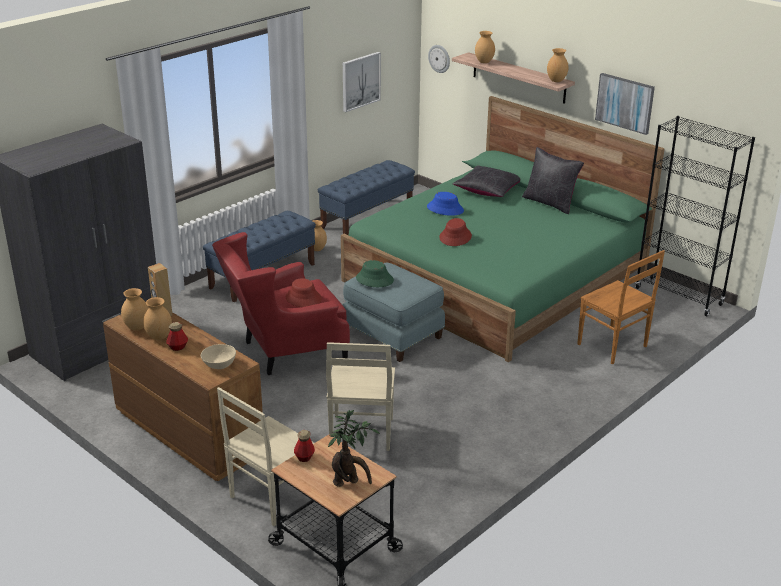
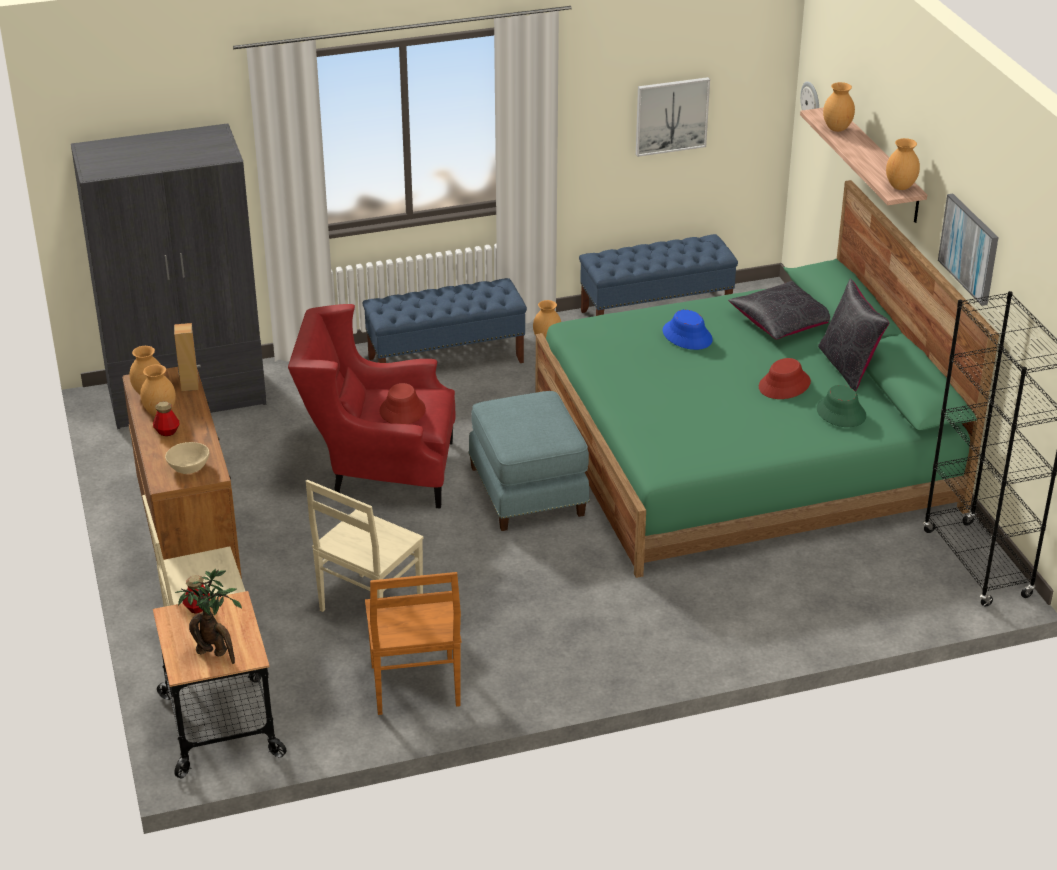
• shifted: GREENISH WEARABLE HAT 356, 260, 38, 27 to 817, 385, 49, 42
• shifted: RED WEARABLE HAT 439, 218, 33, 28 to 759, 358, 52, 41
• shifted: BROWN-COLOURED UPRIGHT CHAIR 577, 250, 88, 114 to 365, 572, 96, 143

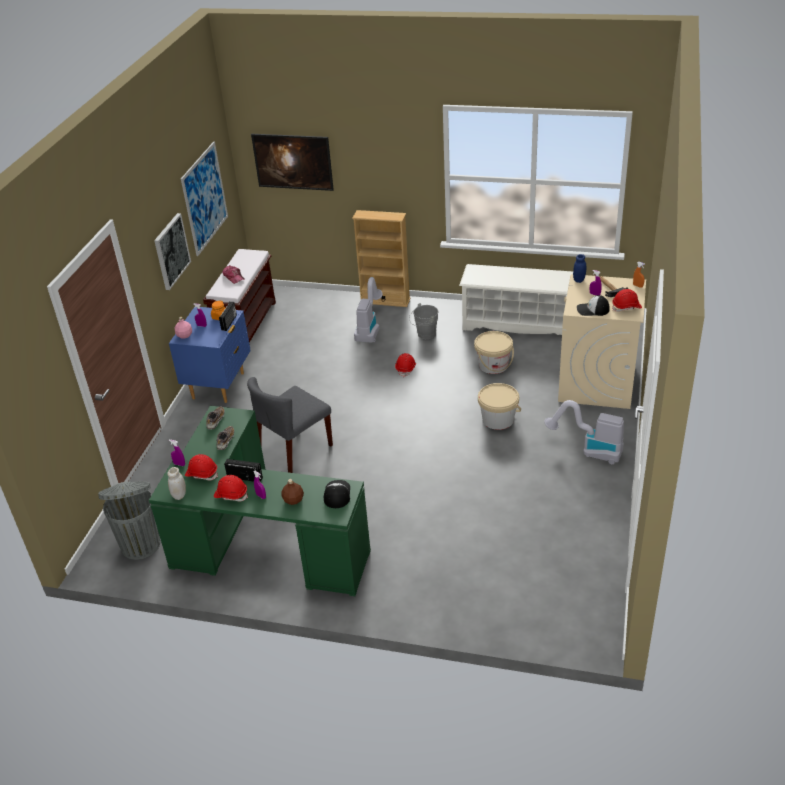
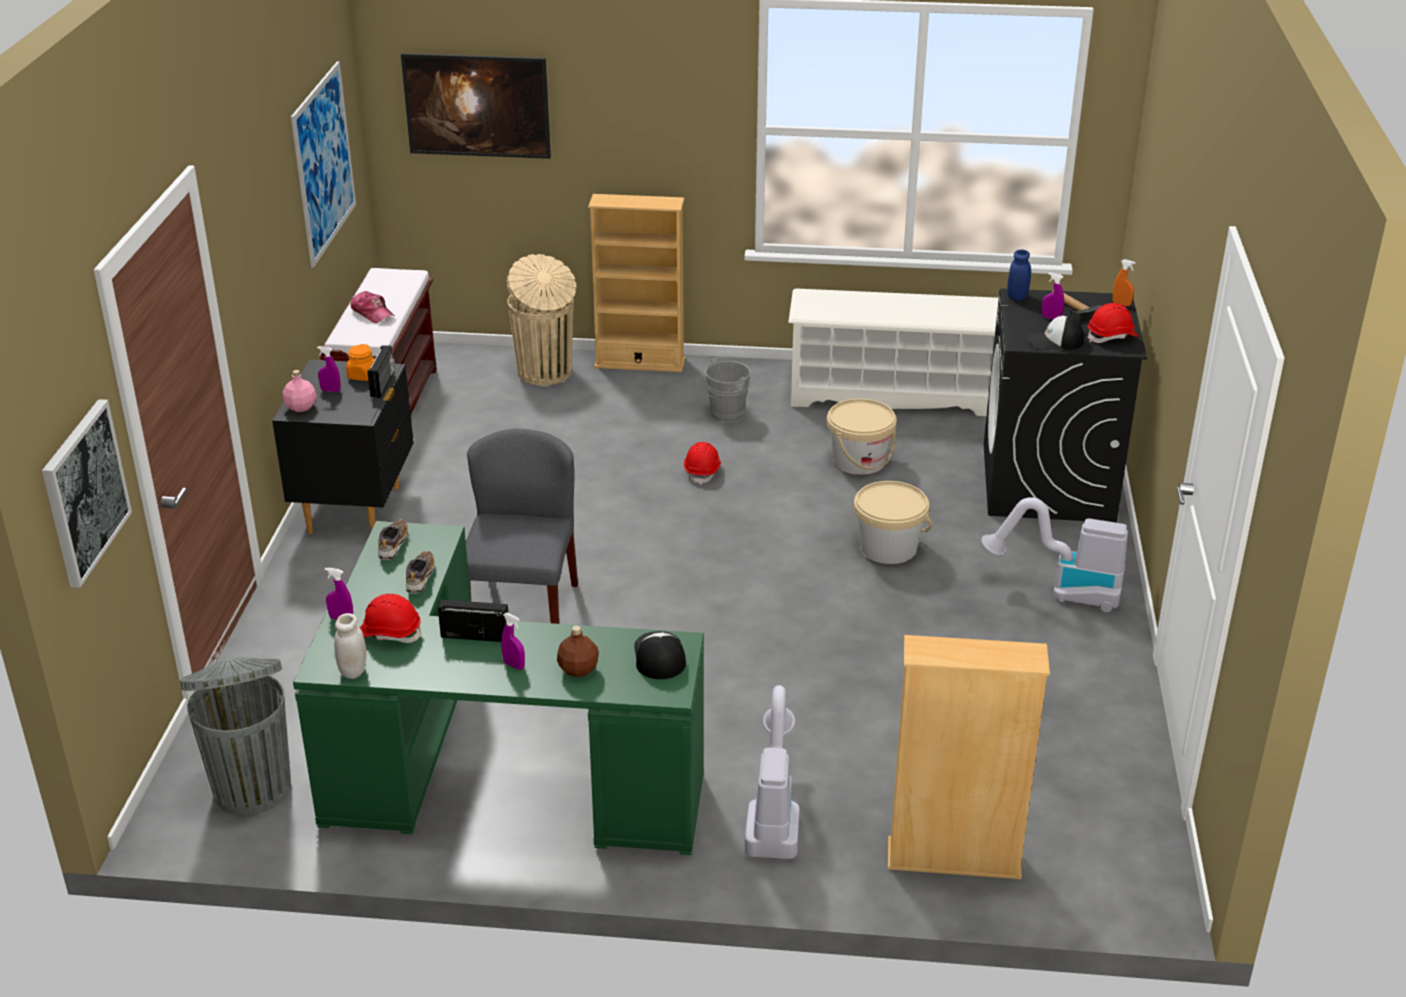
• gone: RED HARD HAT 214, 475, 34, 27
• new: BEIGE-COLOURED RUBBISH BIN 507, 254, 69, 131
• new: BEIGE-COLOURED SHELVING UNIT 888, 635, 162, 244
• shifted: WALL PICTURE 154, 213, 37, 77 to 42, 399, 90, 189
• shifted: VACUUM 354, 277, 29, 65 to 744, 685, 56, 174
• repainted: BLUE-COLOURED NIGHT TABLE 169, 307, 82, 96 to BLACK NIGHT TABLE 272, 360, 142, 174
• repainted: BEIGE-COLOURED LAUNDRY APPLIANCE 558, 274, 88, 135 to BLACK LAUNDRY APPLIANCE 984, 288, 163, 235
• rotated: GREYISH UPRIGHT CHAIR 247, 377, 86, 96 = 466, 429, 112, 195 150 degrees clockwise

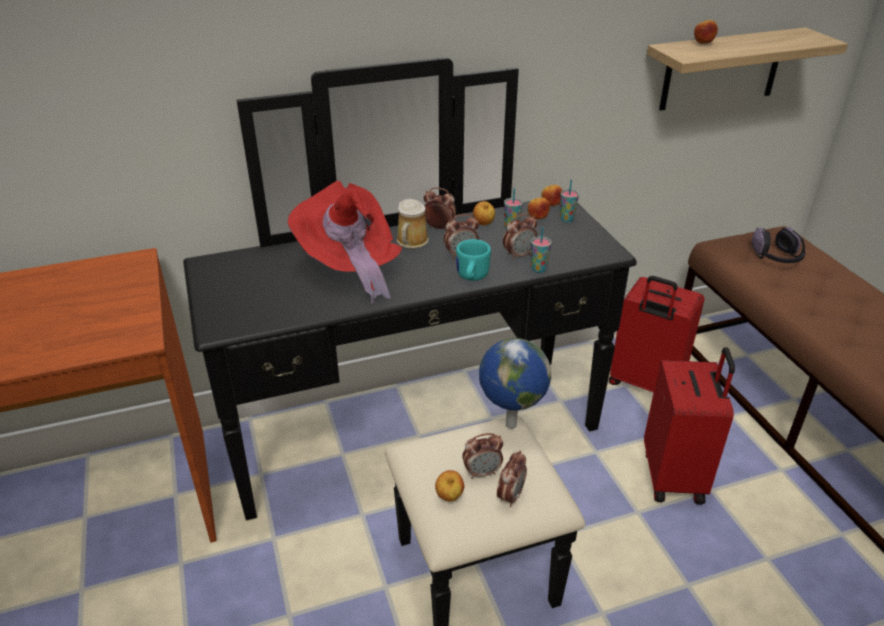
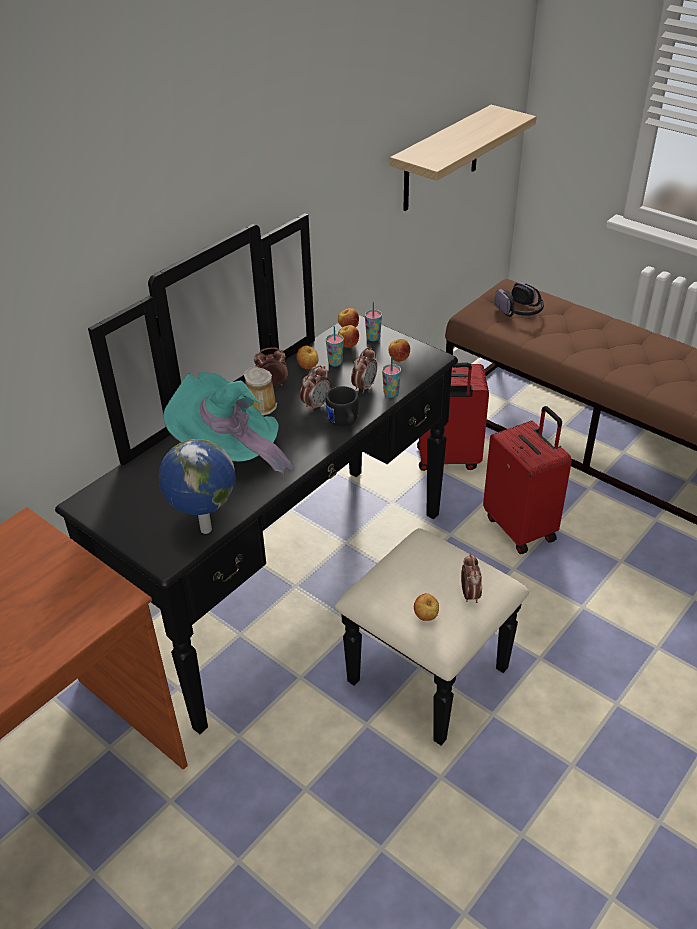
• gone: TABLE CLOCK 462, 433, 41, 46
• shifted: DESK GLOBE 479, 338, 72, 91 to 159, 439, 77, 95
• shifted: APPLE FRUIT 694, 20, 24, 24 to 388, 339, 22, 23
• repainted: RED WEARABLE HAT 288, 181, 114, 124 to TURQUOISE WEARABLE HAT 163, 372, 132, 109
• repainted: TURQUOISE TEA MUG 456, 239, 35, 42 to BLACK TEA MUG 325, 386, 34, 40

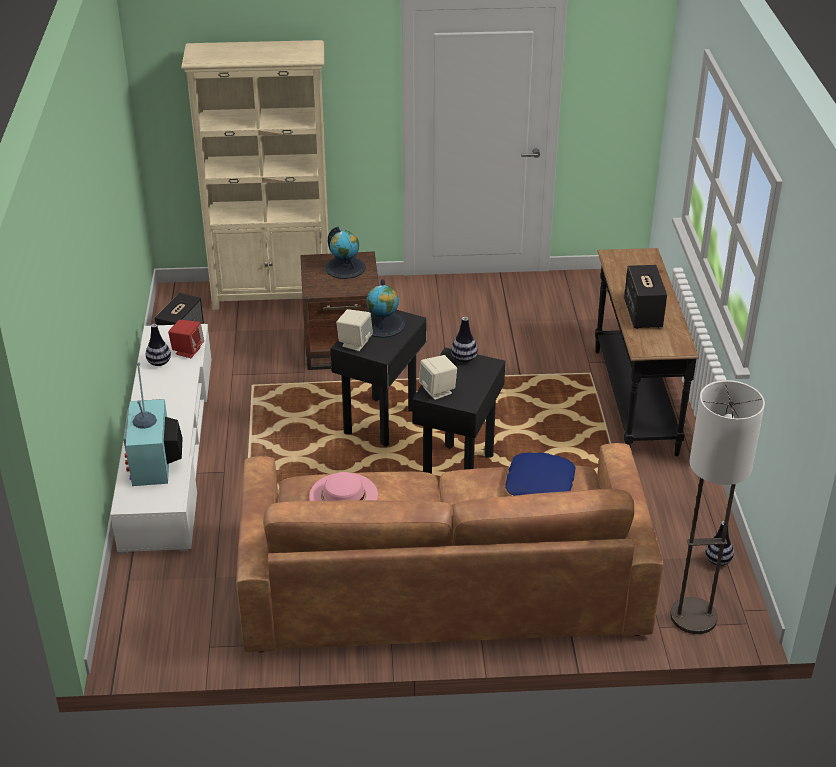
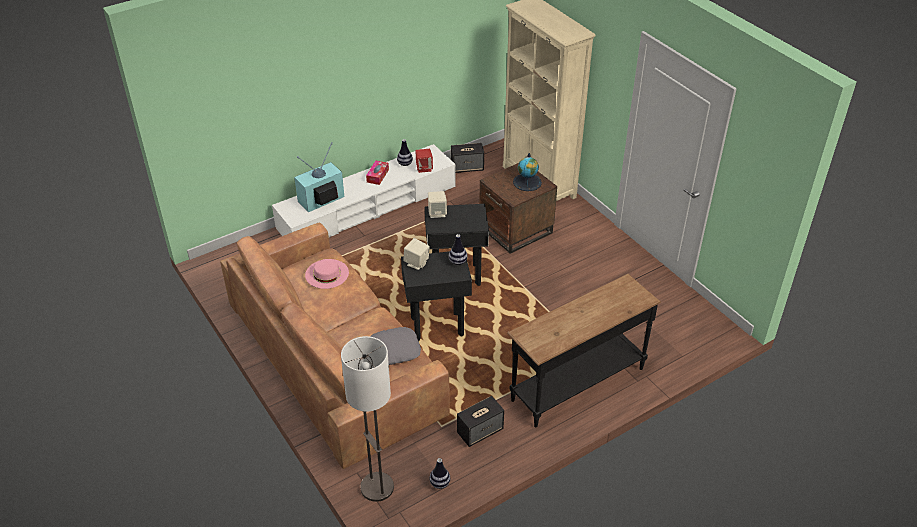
• gone: DESK GLOBE 367, 279, 38, 59
• new: TISSUE HOLDER 366, 161, 23, 24
• shifted: AUDIO SPEAKER 624, 265, 43, 64 to 457, 396, 47, 51
• repainted: BLUE-COLOURED PILLOW 505, 452, 71, 44 to GREYISH PILLOW 370, 327, 51, 38

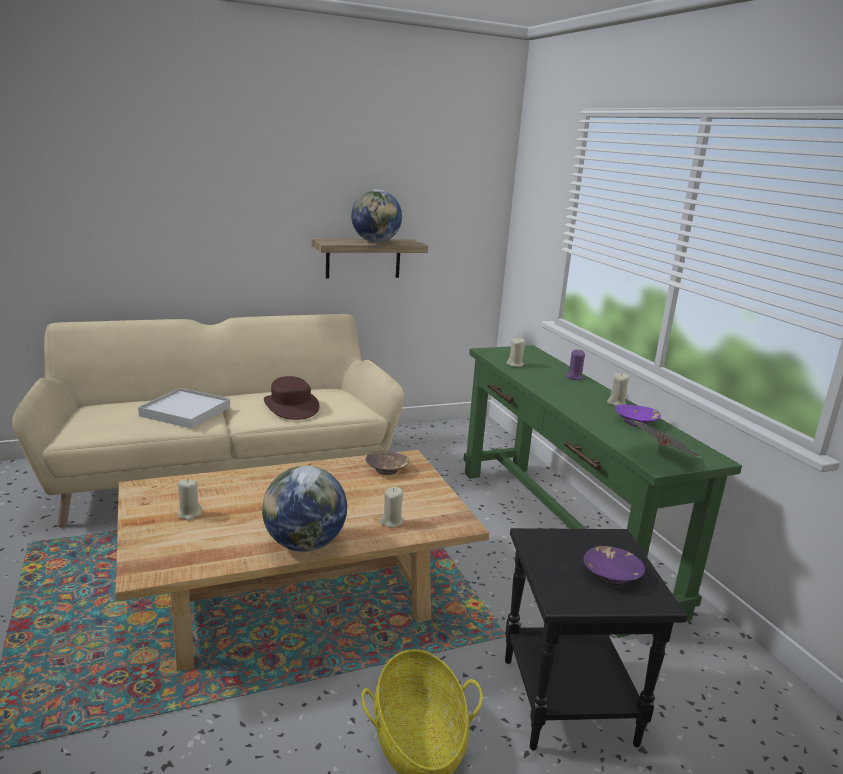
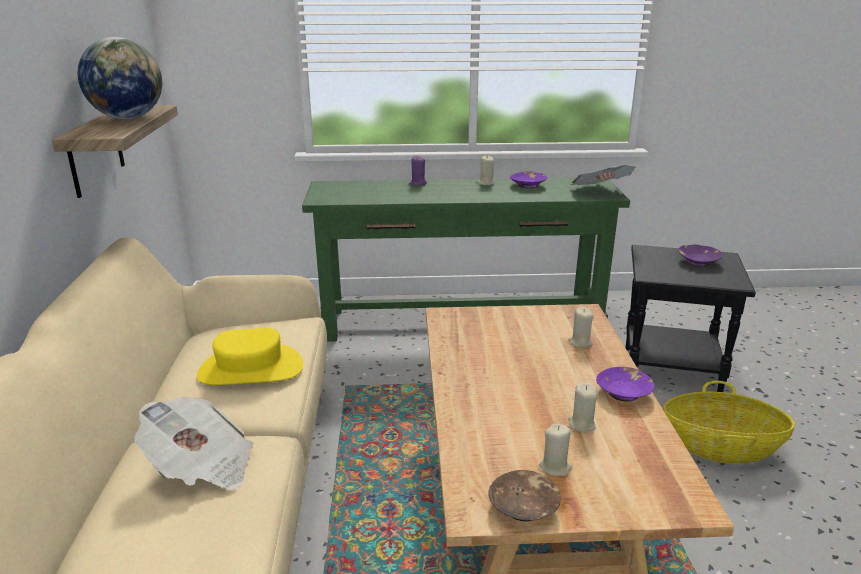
• shifted: BROWN-COLOURED SERVING BOWL 366, 451, 43, 24 to 489, 470, 72, 51
• shifted: BEIGE-COLOURED WAX LIGHT 507, 338, 18, 29 to 568, 383, 29, 50
• swapped: WHITISH CARRYING TRAY 138, 388, 92, 41 to PRINTED PAPER 134, 397, 119, 93
• swapped: DESK GLOBE 262, 466, 85, 86 to PURPLE SERVING BOWL 596, 367, 58, 35
• repainted: BROWN-COLOURED WEARABLE HAT 264, 376, 56, 44 to YELLOW-COLOURED WEARABLE HAT 197, 328, 107, 57

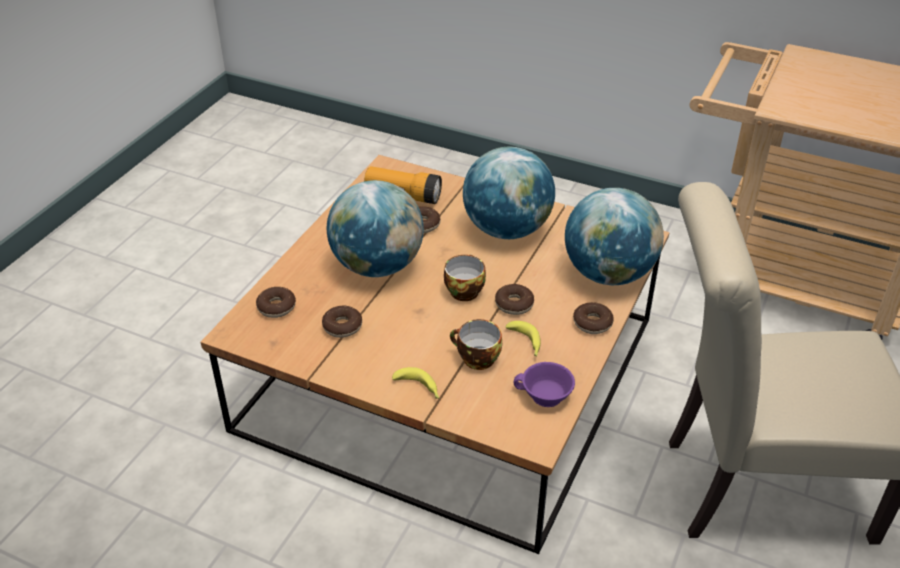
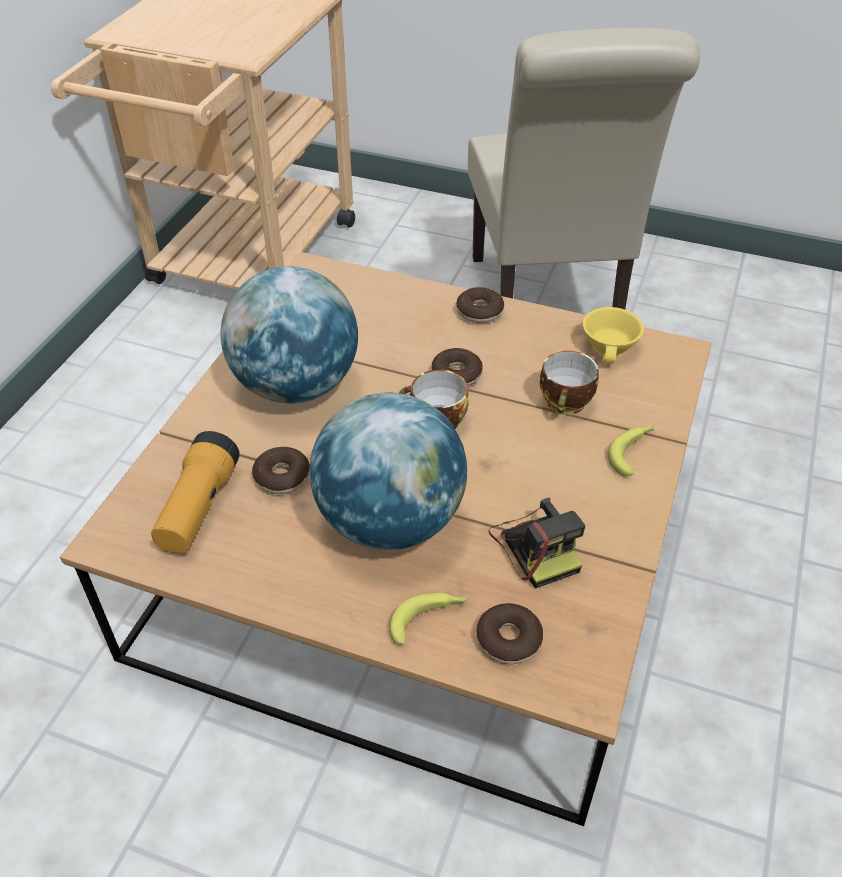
• gone: DESK GLOBE 565, 188, 99, 97
• shifted: WHOLE BANANA 506, 321, 35, 35 to 390, 592, 78, 53
• swapped: RING DOUGHNUT 322, 306, 40, 32 to STILL CAMERA 489, 498, 96, 91
• repainted: PURPLE CUP 513, 362, 62, 45 to YELLOW-COLOURED CUP 583, 307, 61, 57

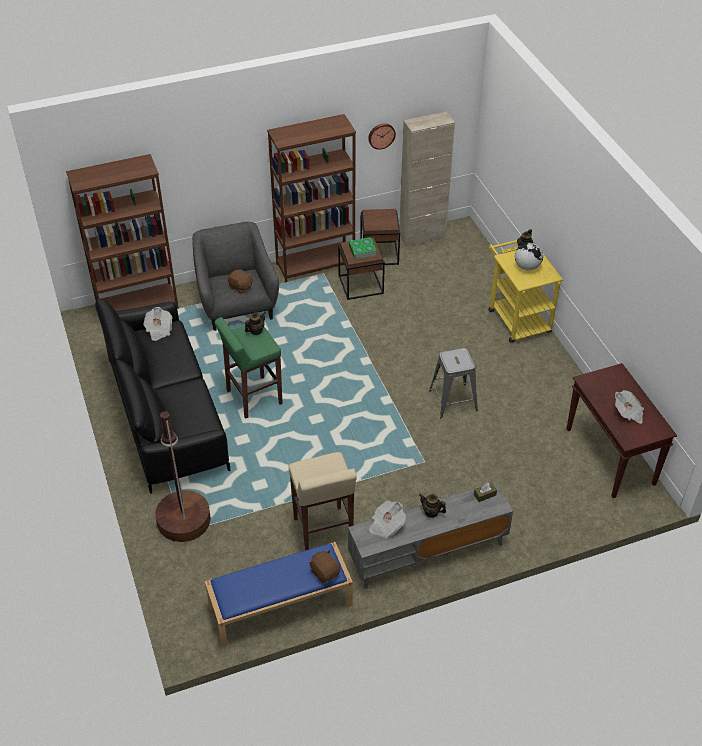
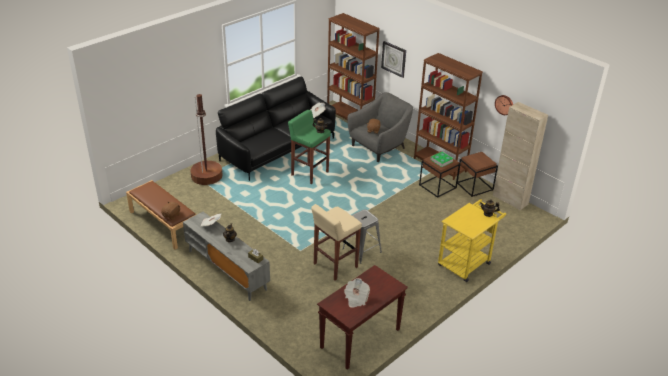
• gone: DESK GLOBE 515, 242, 28, 28
• new: HANGING CLOCK 381, 41, 25, 37
• shifted: BEIGE-COLOURED STOOL SEAT 289, 452, 68, 99 to 311, 204, 51, 76
• repainted: BLUE-COLOURED BENCH 205, 542, 148, 106 to BROWN-COLOURED BENCH 126, 180, 71, 70

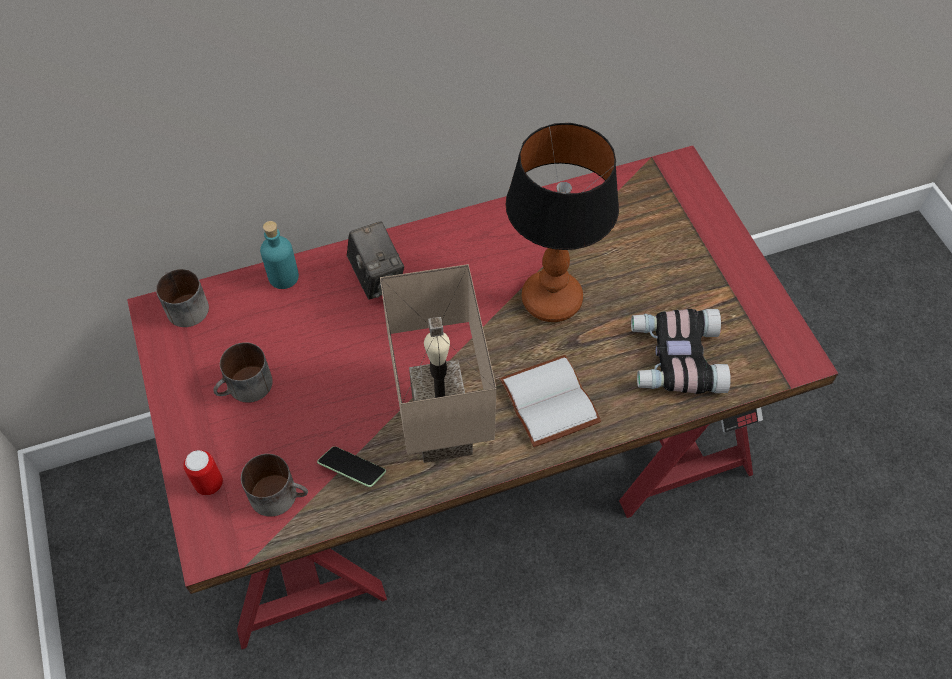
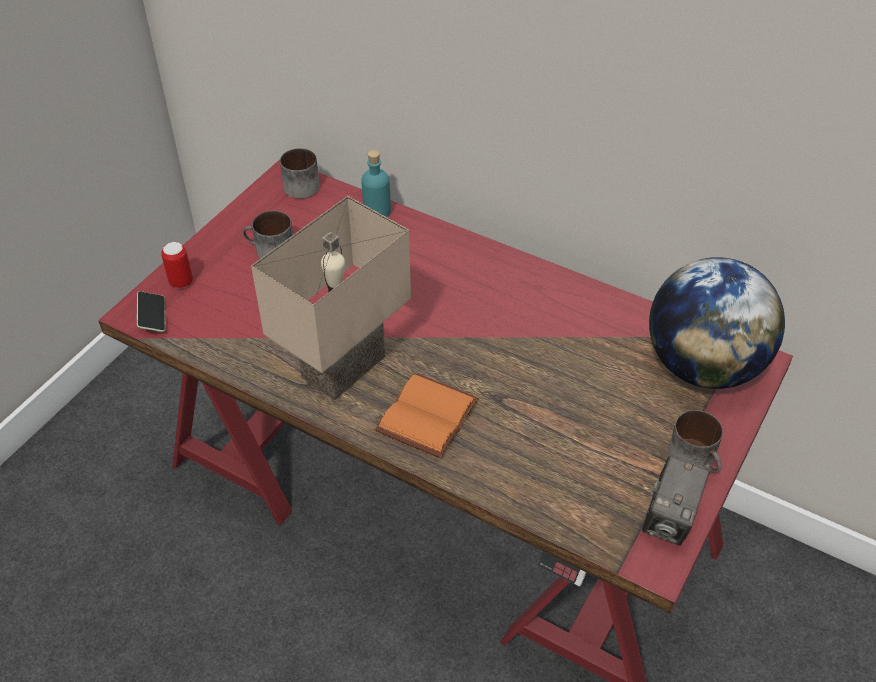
• gone: TABLE LAMP 506, 123, 113, 199
• gone: PAIR OF BINOCULARS 631, 309, 100, 85
• new: DESK GLOBE 649, 257, 136, 132
• shifted: TEA MUG 241, 454, 67, 63 to 668, 410, 55, 63
• shifted: TELEPHONE 317, 446, 69, 41 to 137, 291, 29, 41
• shifted: STILL CAMERA 347, 221, 57, 79 to 642, 455, 68, 90
• repainted: WHITISH BOOK 500, 355, 101, 92 to ORANGE BOOK 375, 373, 104, 85

